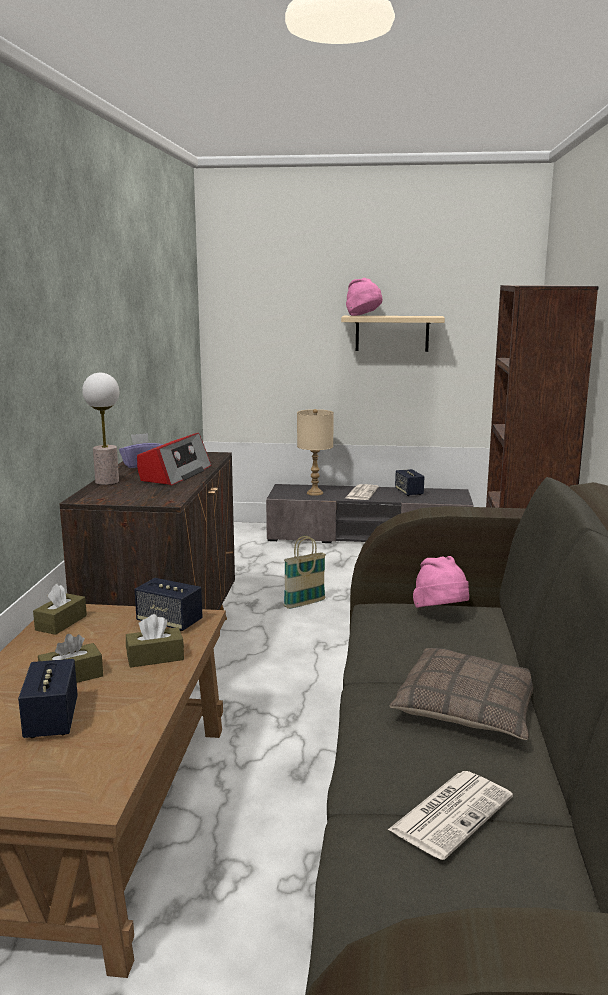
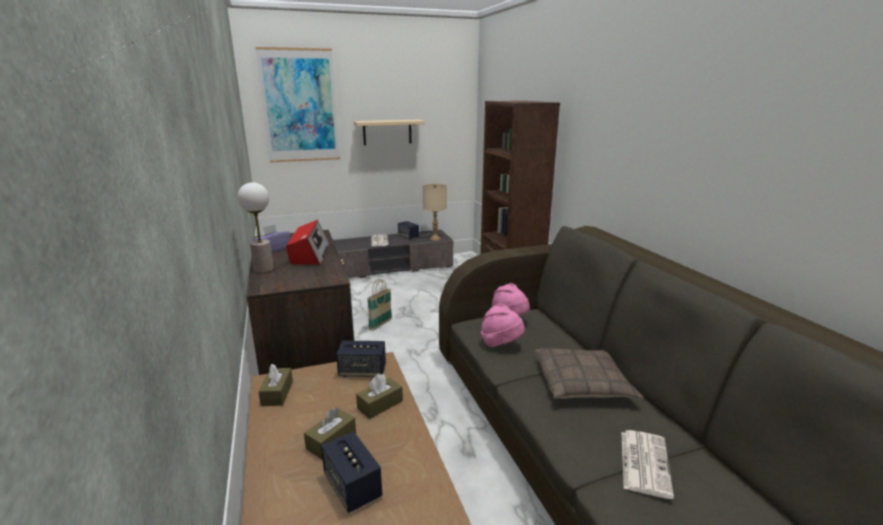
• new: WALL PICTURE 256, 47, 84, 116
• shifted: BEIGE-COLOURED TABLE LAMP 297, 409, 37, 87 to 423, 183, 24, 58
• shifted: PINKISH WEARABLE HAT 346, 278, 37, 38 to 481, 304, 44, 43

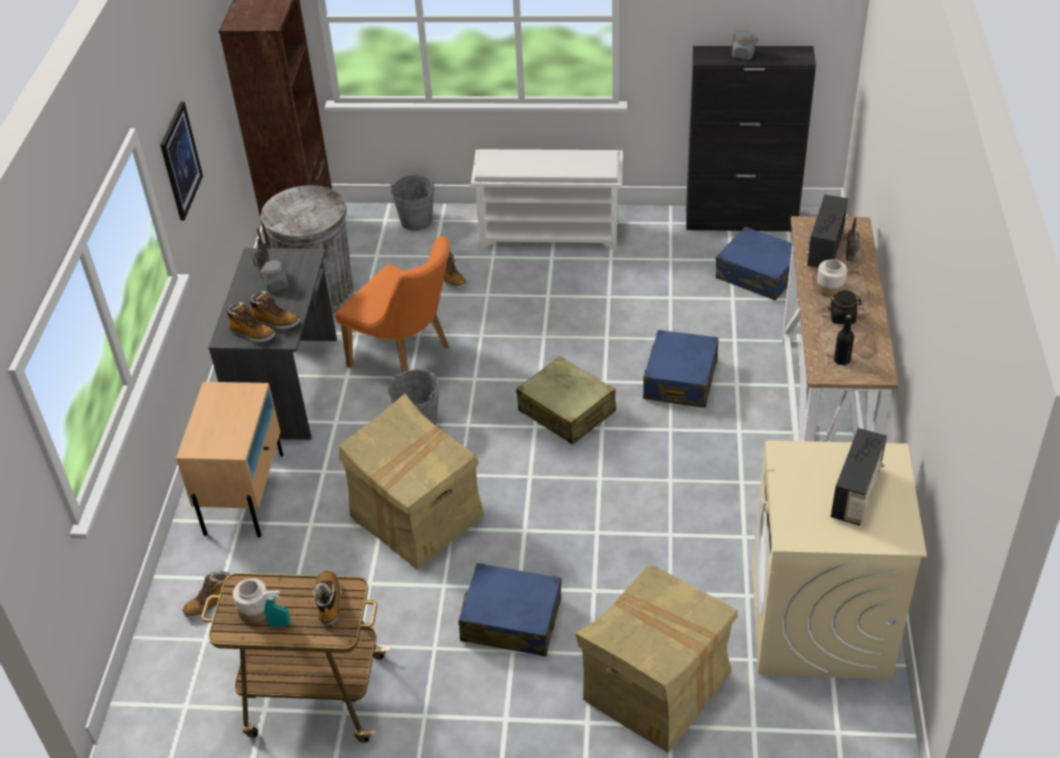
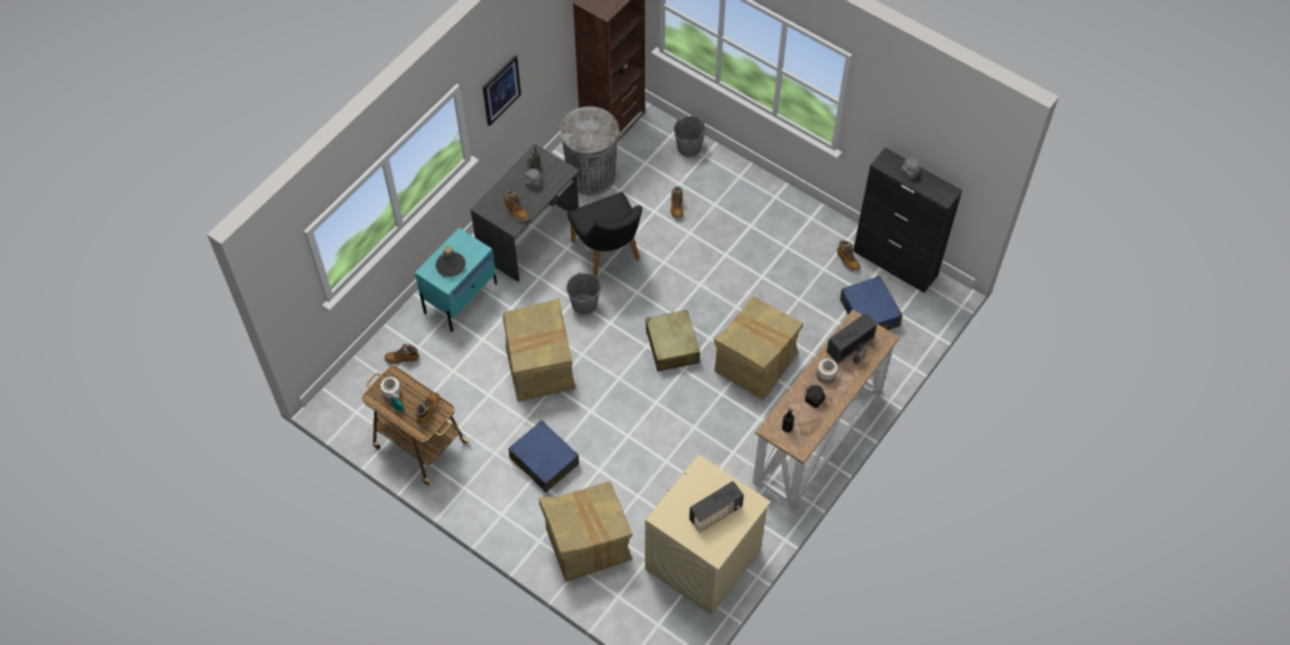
• gone: WHITISH SHOE STAND 470, 149, 153, 100
• new: GREYISH BEVERAGE BOTTLE 436, 246, 30, 31
• shifted: HIGH-TOP BOOT 226, 302, 49, 41 to 837, 240, 24, 32
• swapped: BLUE-COLOURED PIECE OF LUGGAGE 643, 330, 76, 78 to CARDBOARD BOX 714, 297, 89, 103
• repainted: BEIGE-COLOURED NIGHT TABLE 176, 382, 107, 155 to TURQUOISE NIGHT TABLE 415, 228, 82, 104
• repainted: ORANGE UPRIGHT CHAIR 335, 236, 115, 137 to BLACK UPRIGHT CHAIR 567, 192, 75, 85

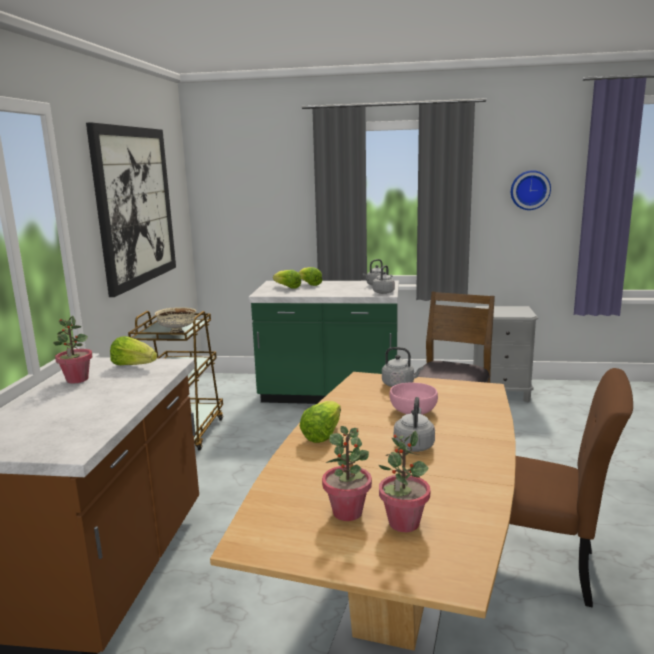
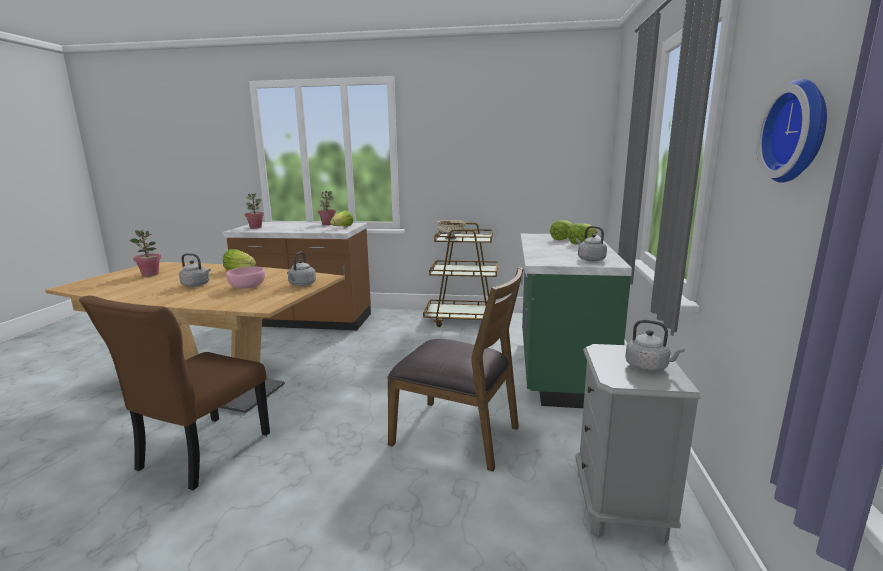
• gone: WALL PICTURE 86, 122, 90, 175
• shifted: GREYISH KETTLE 373, 265, 22, 29 to 625, 320, 60, 52
• shifted: POTTED PLANT 379, 431, 51, 101 to 245, 193, 19, 35

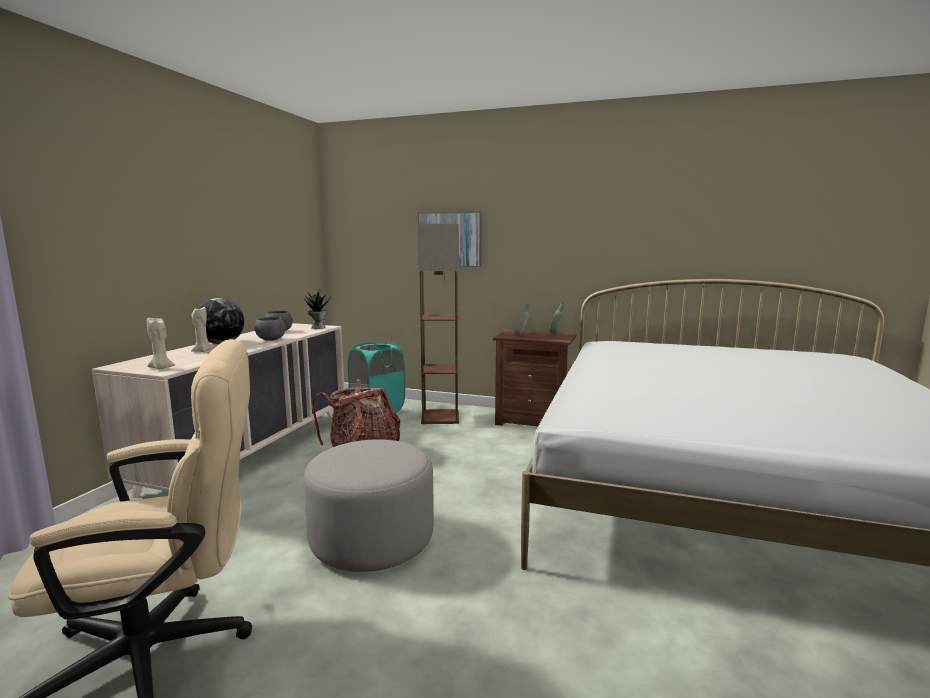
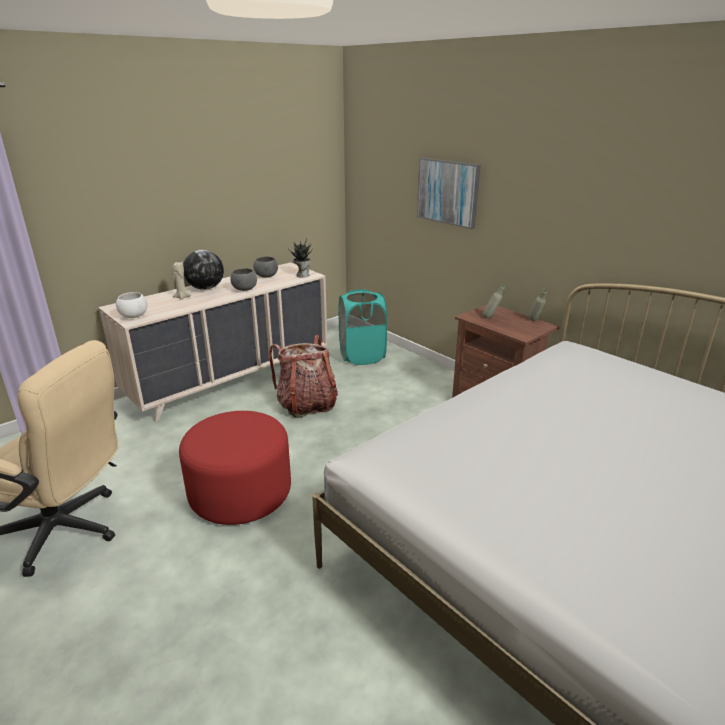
• gone: STANDARD LAMP 417, 224, 42, 200
• swapped: BEIGE-COLOURED WAX LIGHT 147, 317, 28, 52 to WHITISH SERVING BOWL 116, 292, 31, 26
• repainted: GREYISH POUFFE 304, 439, 130, 133 to RED POUFFE 179, 411, 112, 114

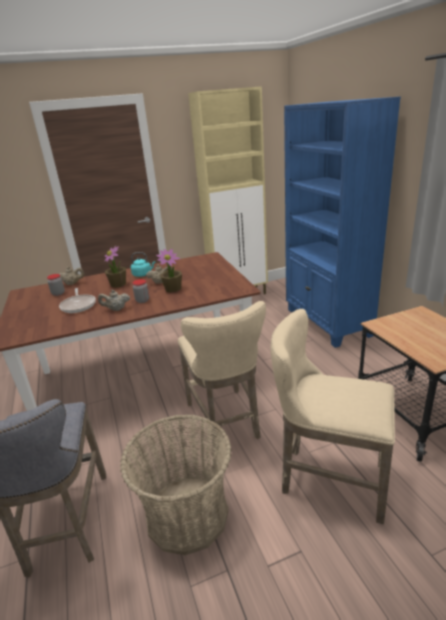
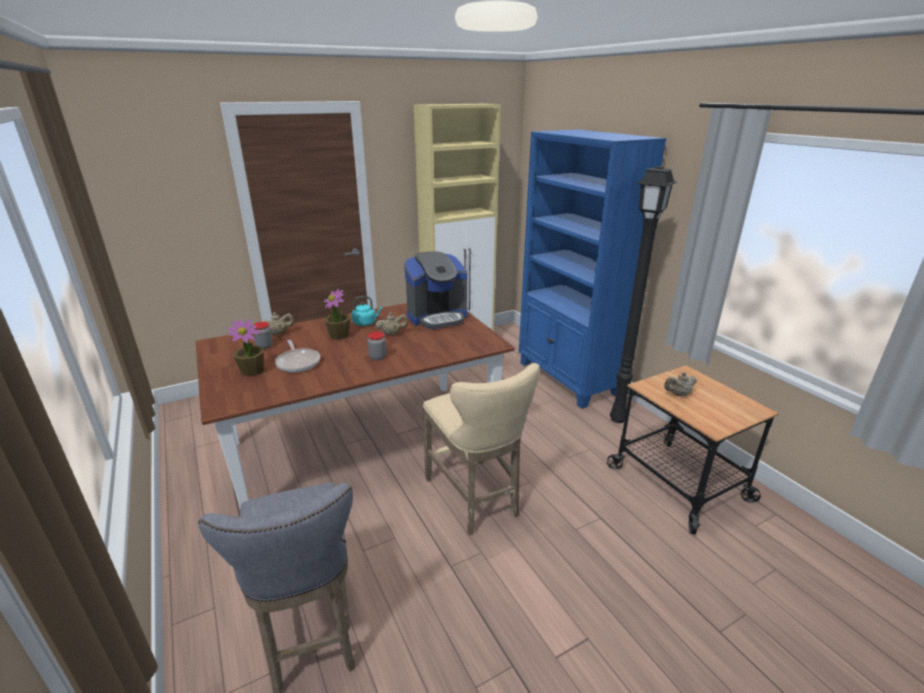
• gone: HOUSEHOLD BASKET 120, 414, 112, 141
• gone: BEIGE-COLOURED STOOL SEAT 270, 309, 125, 215
• new: COFFEE MAKER 404, 251, 64, 78
• new: BLACK STANDARD LAMP 610, 166, 67, 257
• shifted: BEIGE-COLOURED POT FOR TEA 98, 290, 32, 21 to 664, 372, 33, 24
• shifted: POTTED PLANT 156, 249, 26, 44 to 227, 319, 37, 57

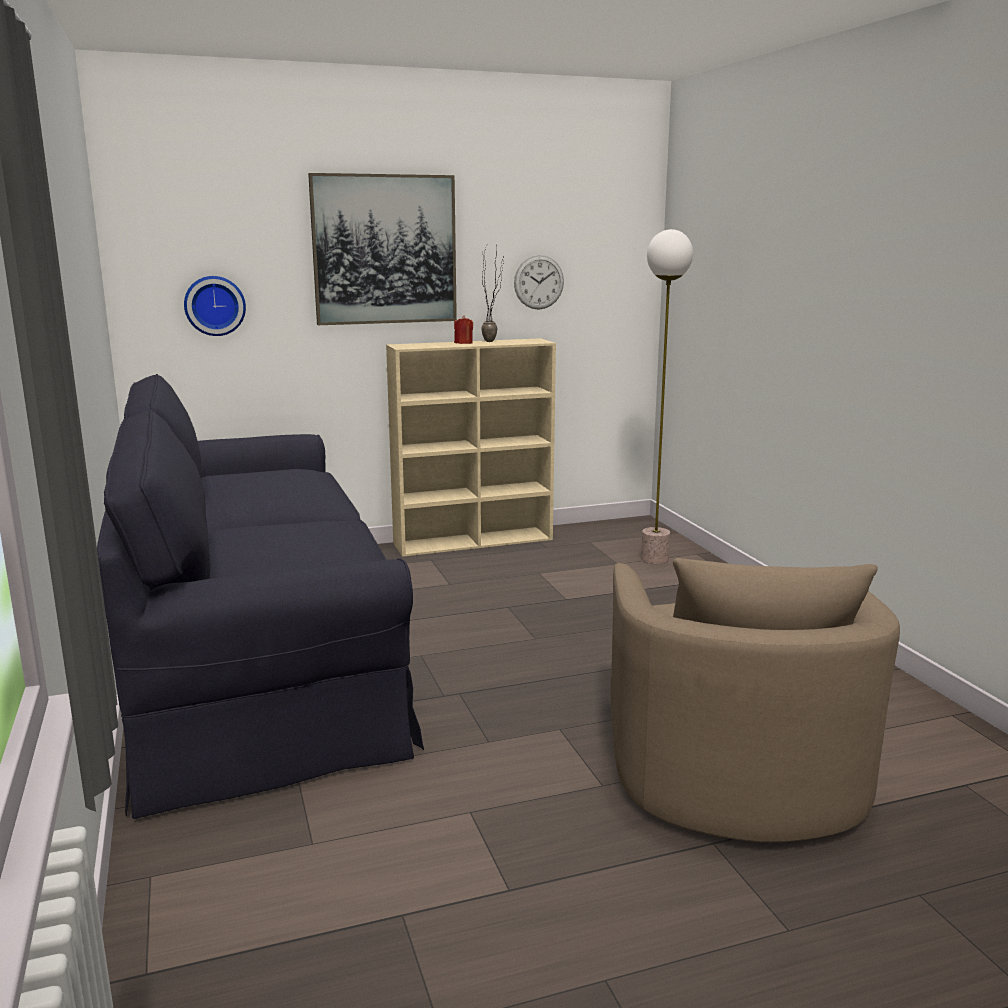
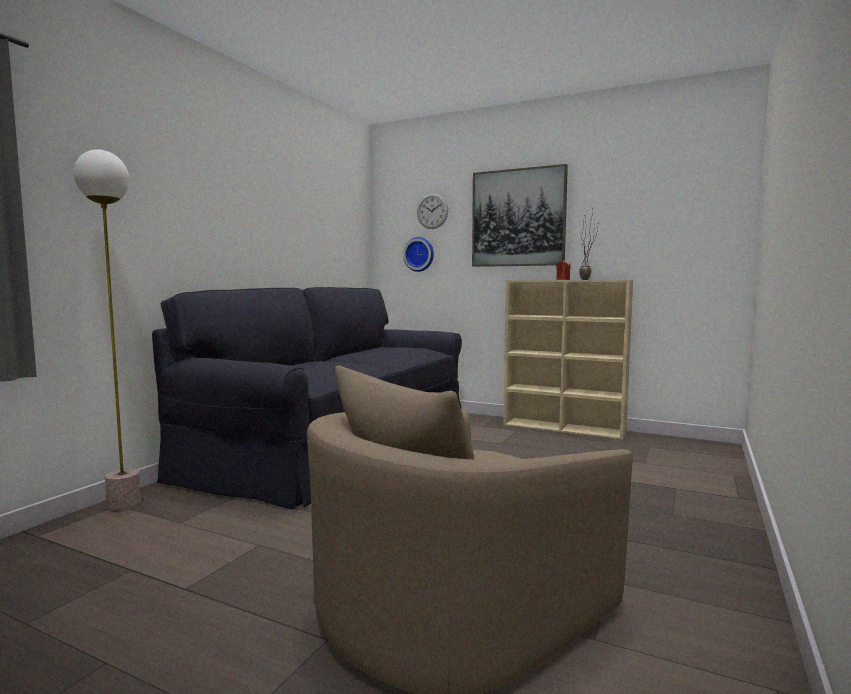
• shifted: HANGING CLOCK 514, 255, 50, 55 to 417, 194, 31, 35
• shifted: STANDARD LAMP 641, 229, 52, 335 to 74, 149, 67, 362

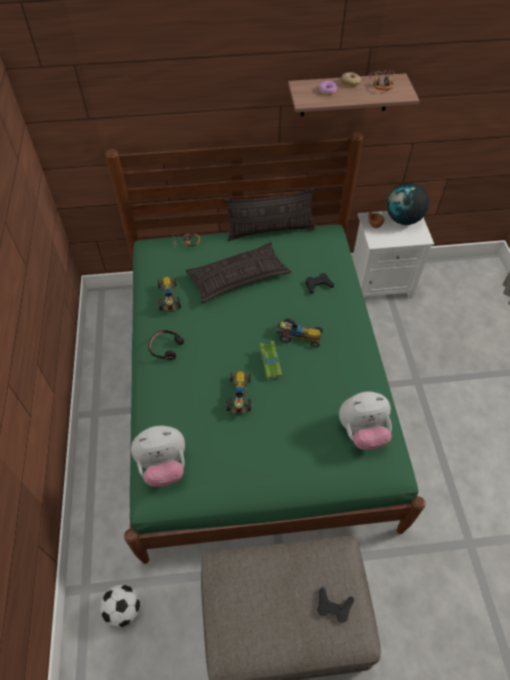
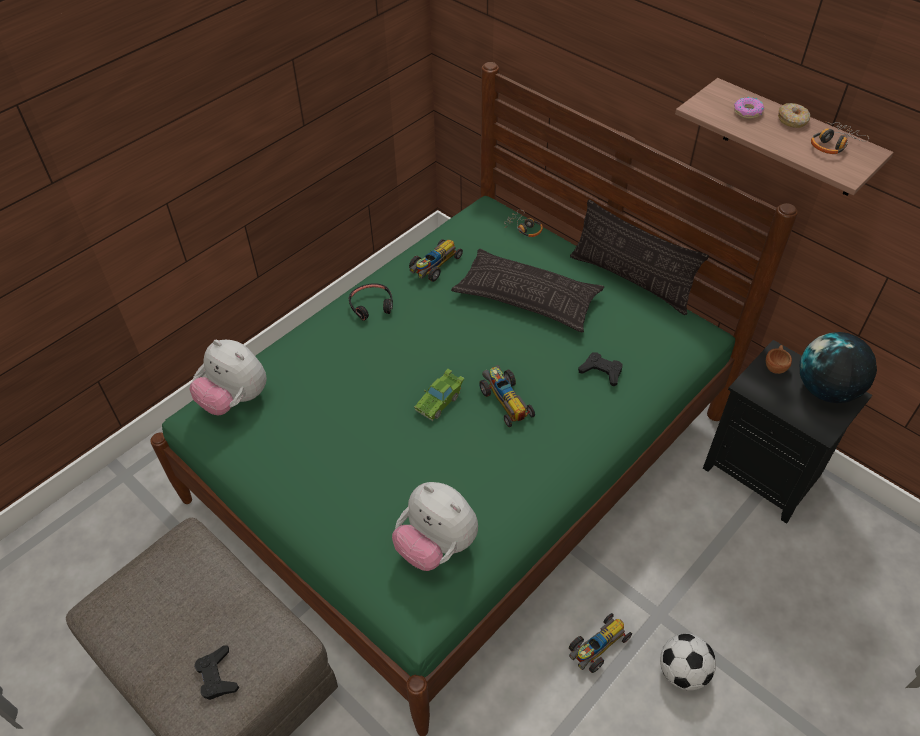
• shifted: FOOTBALL 100, 585, 40, 43 to 660, 633, 56, 58
• shifted: MINIATURE CAR 226, 371, 27, 44 to 569, 613, 63, 60
• repainted: WHITISH NIGHT TABLE 352, 211, 82, 88 to BLACK NIGHT TABLE 703, 340, 169, 184

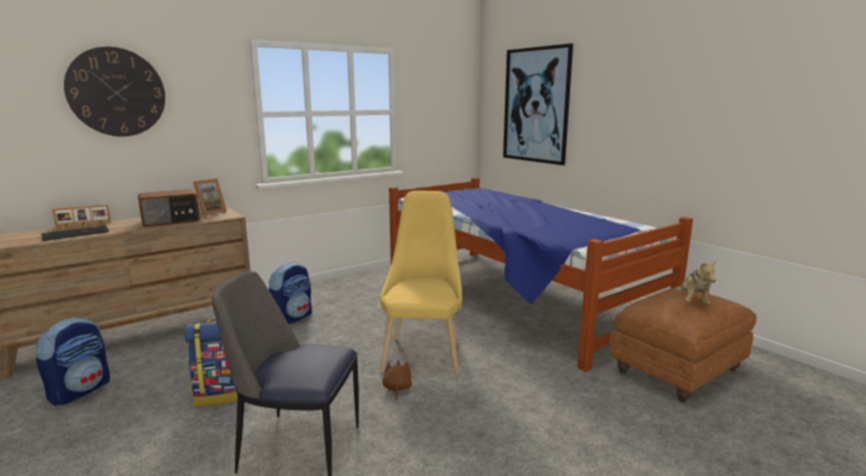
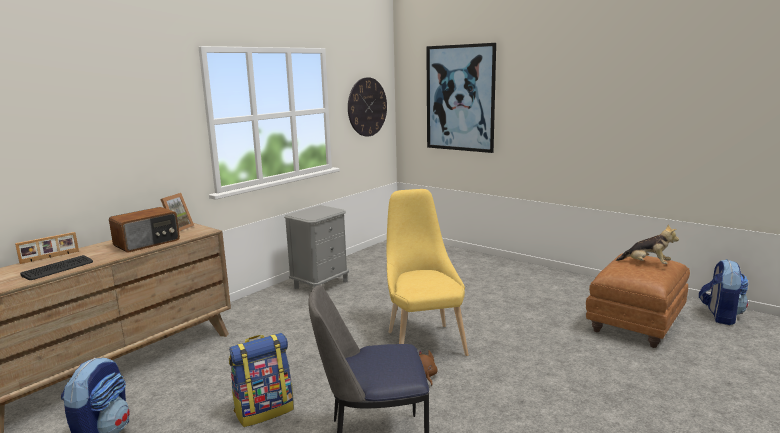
• gone: BEDROOM BED 389, 178, 304, 194
• new: GREYISH NIGHT TABLE 284, 205, 65, 84
• shifted: HANGING CLOCK 64, 46, 101, 91 to 348, 77, 39, 59
• shifted: KNAPSACK 269, 262, 43, 62 to 699, 259, 49, 66
• rotated: PLUSH TOY 676, 260, 41, 45 = 616, 224, 63, 40 60 degrees counterclockwise

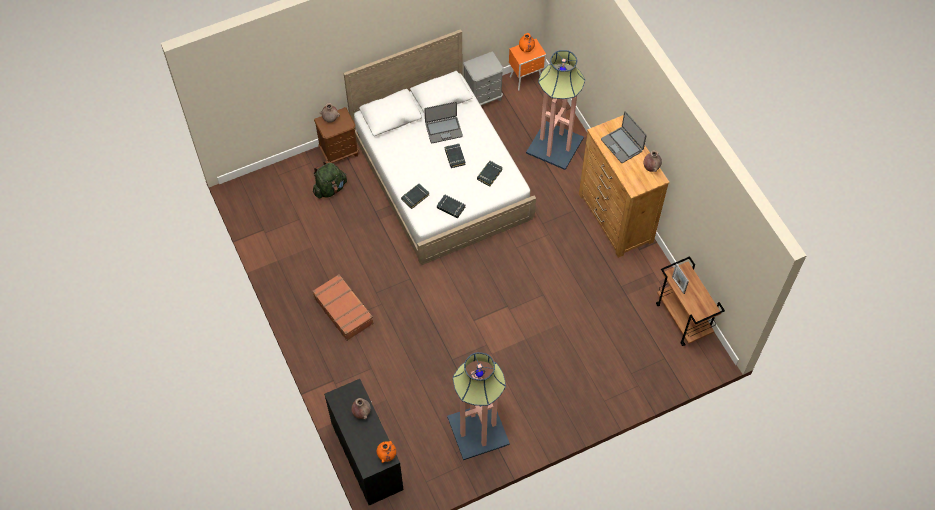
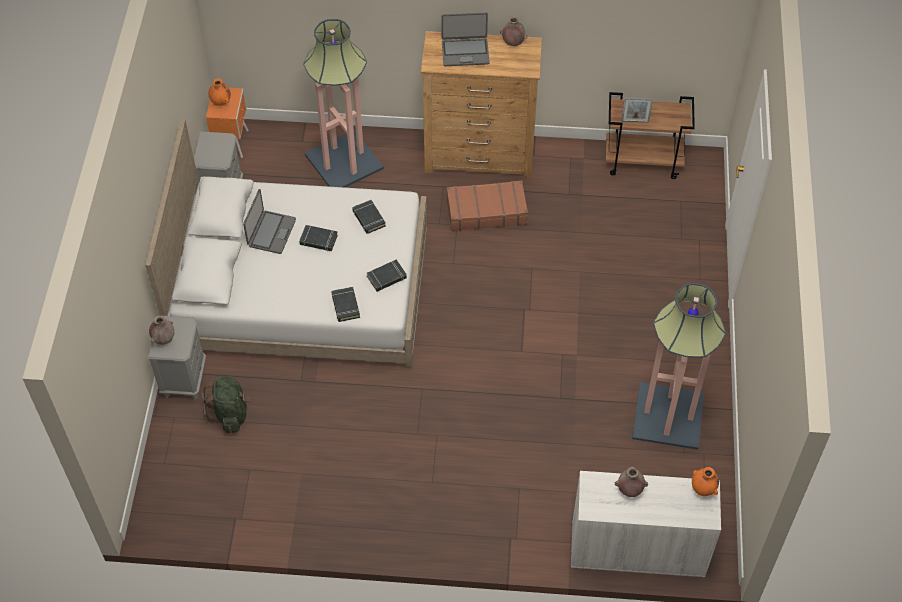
• shifted: BROWN-COLOURED PIECE OF LUGGAGE 312, 274, 62, 67 to 447, 180, 81, 51
• repainted: BROWN-COLOURED NIGHT TABLE 314, 107, 45, 56 to GREYISH NIGHT TABLE 149, 315, 57, 85
• repainted: BLACK STORAGE CABINET 324, 379, 80, 127 to WHITISH STORAGE CABINET 571, 471, 150, 107

